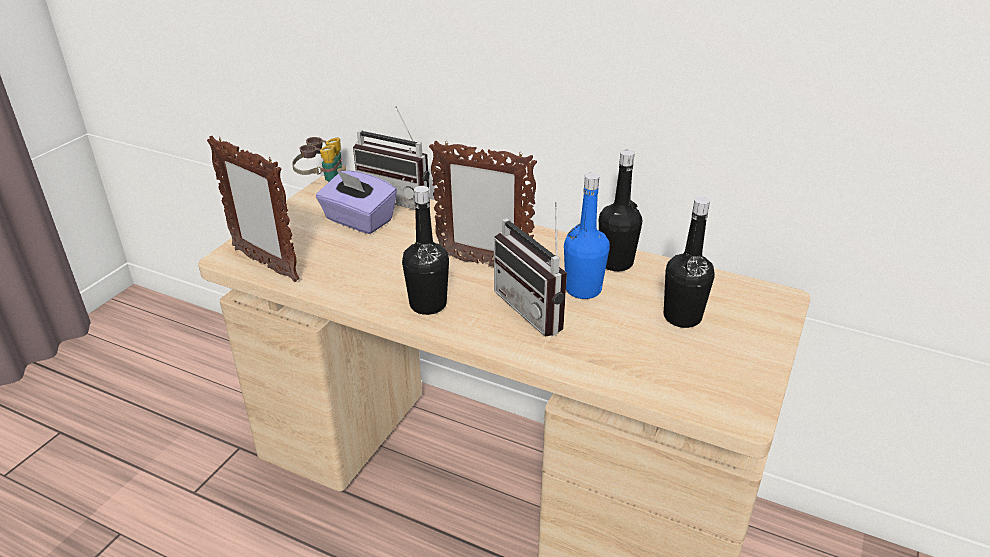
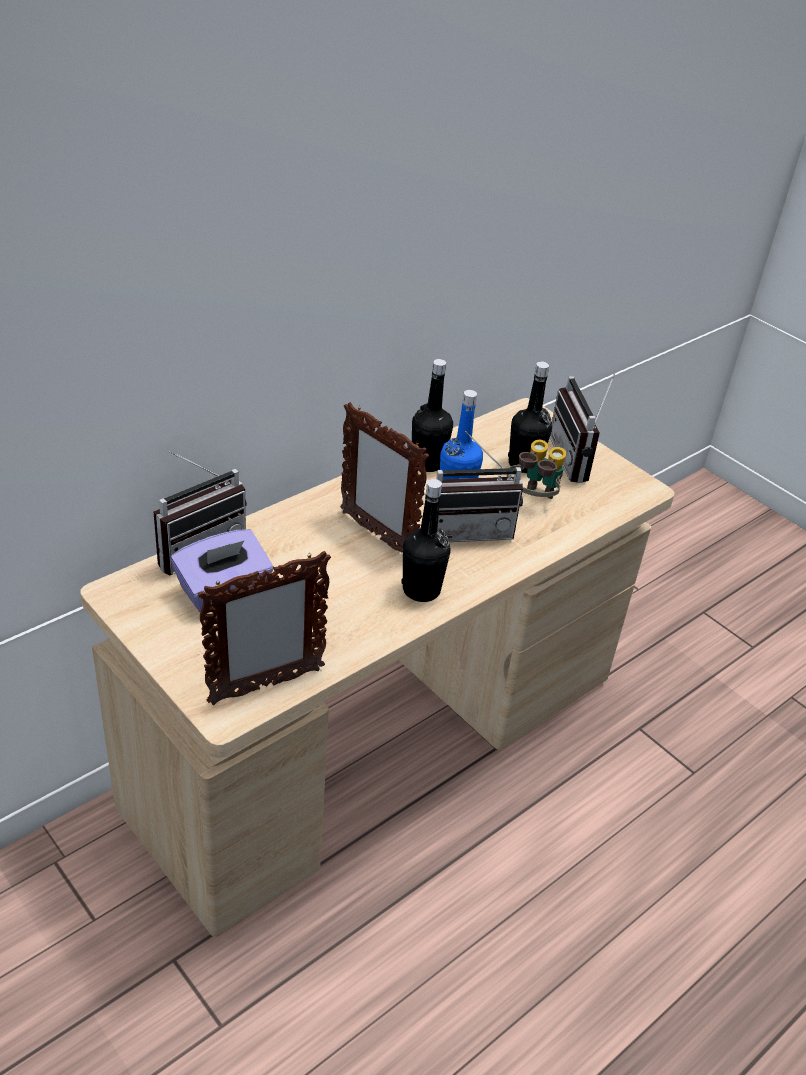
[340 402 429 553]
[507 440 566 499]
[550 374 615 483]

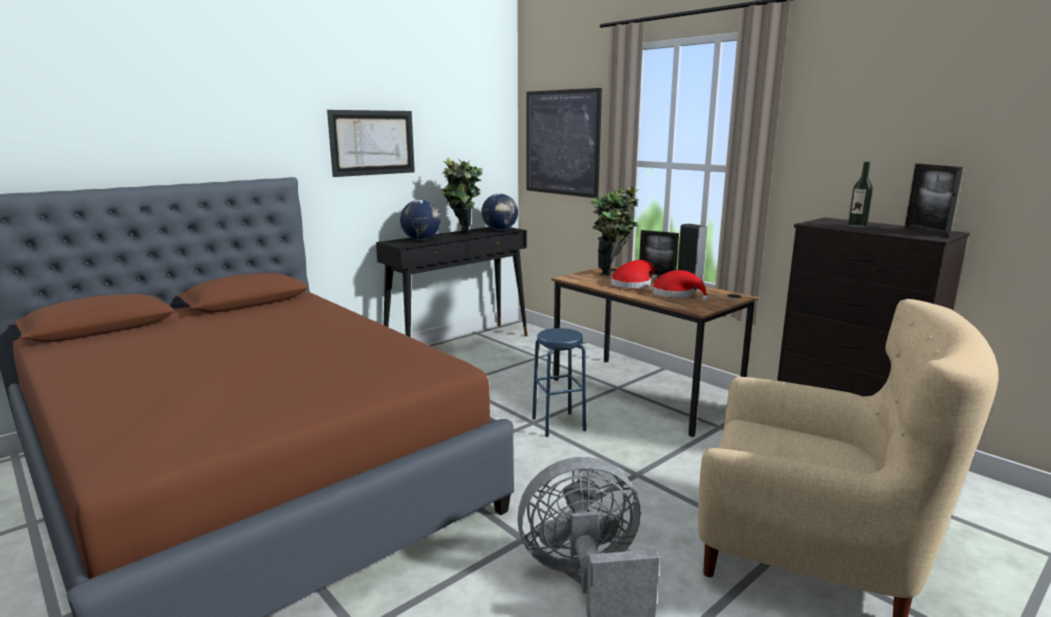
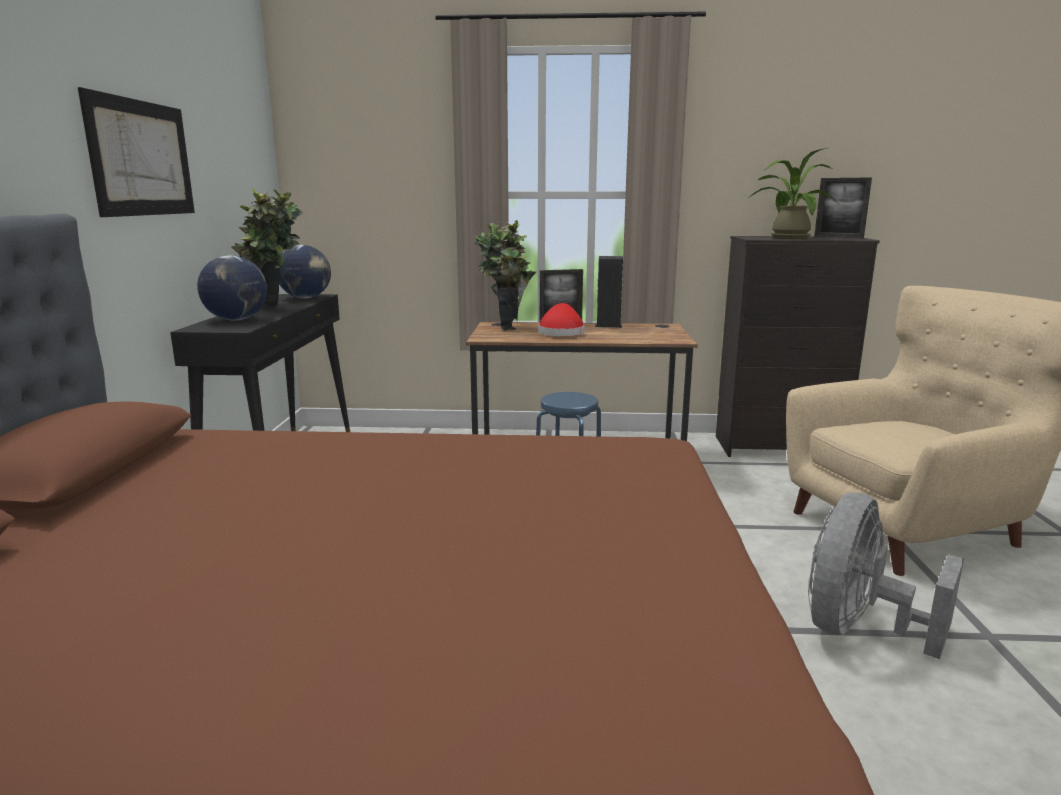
[748 148 841 239]
[526 88 602 198] (first image)
[652 270 709 302] (first image)

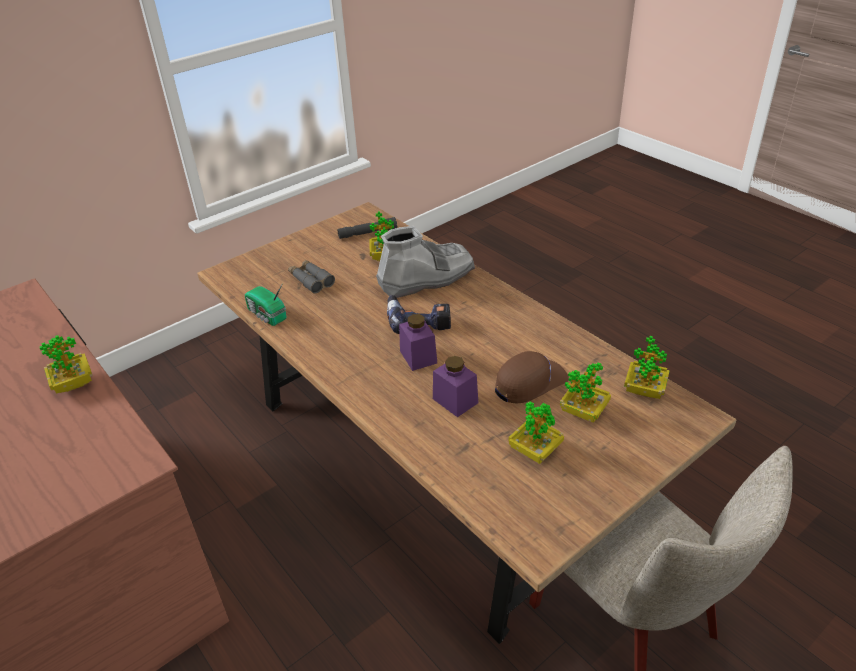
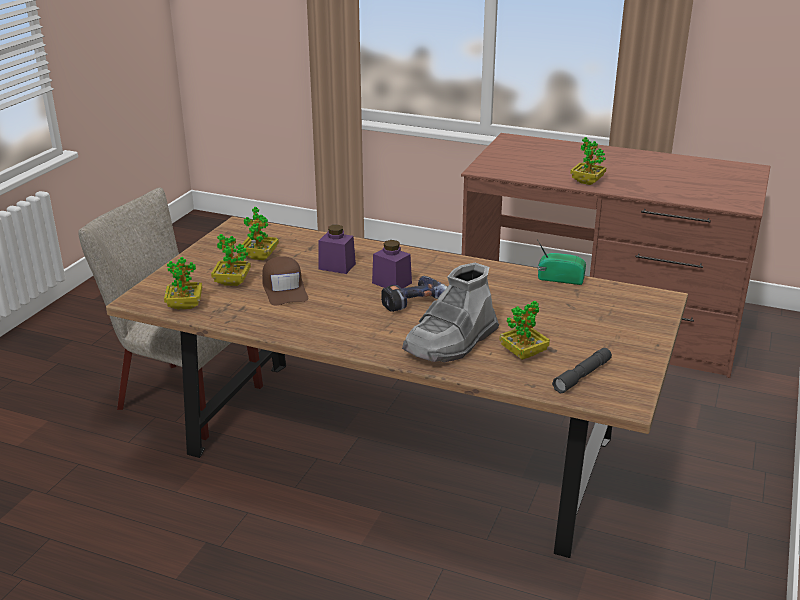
[262 256 308 306]
[288 260 335 294] (first image)

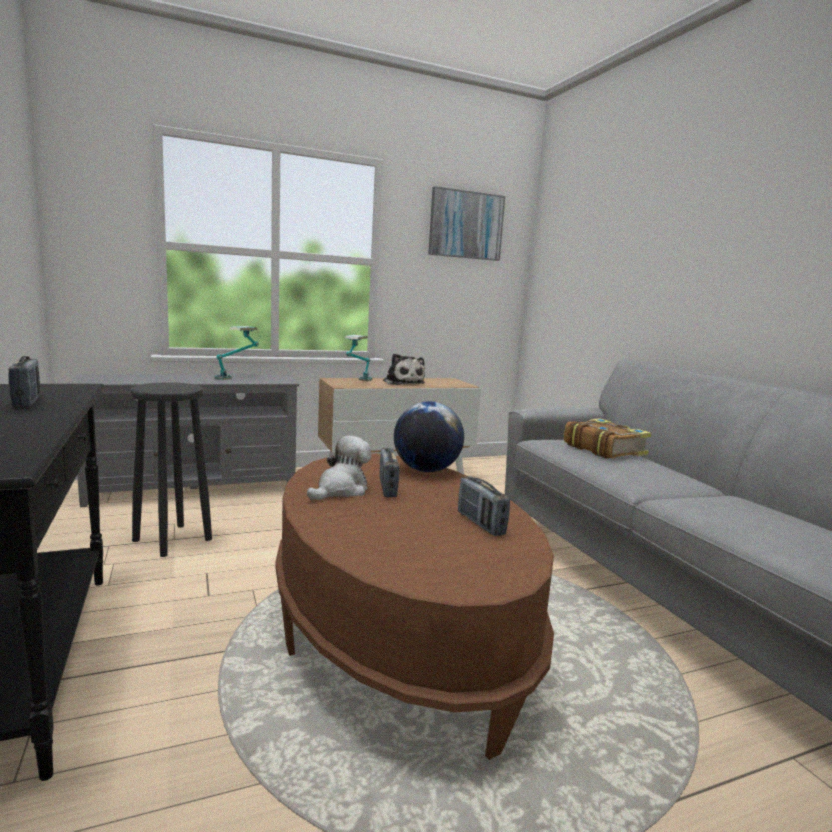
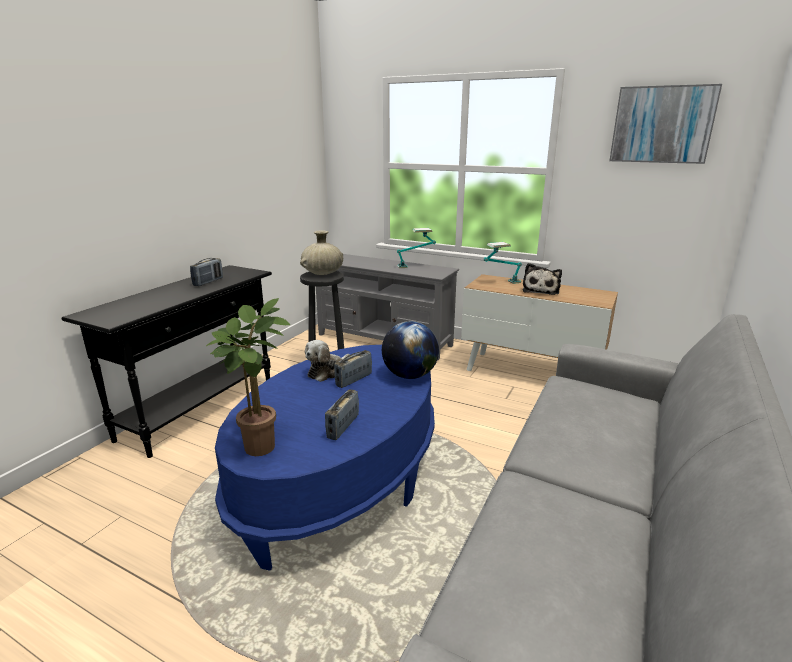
[206 298 290 456]
[215 345 435 571]
[300 230 343 275]
[305 340 350 382]
[564 418 652 459] (first image)

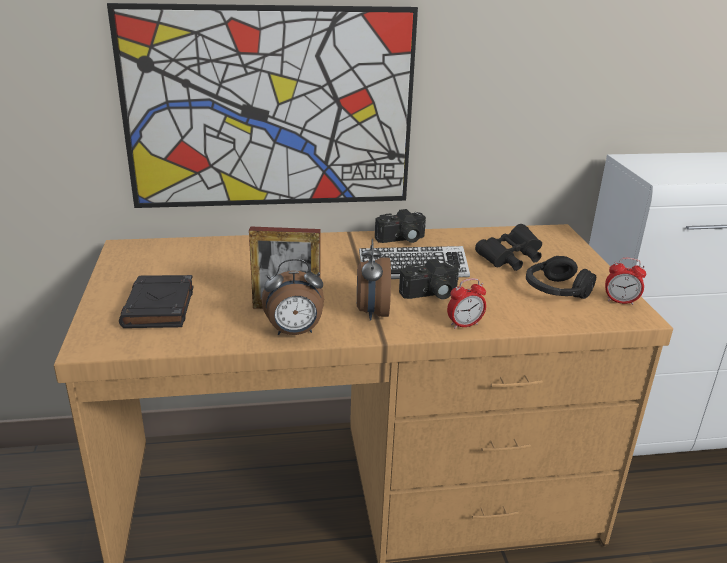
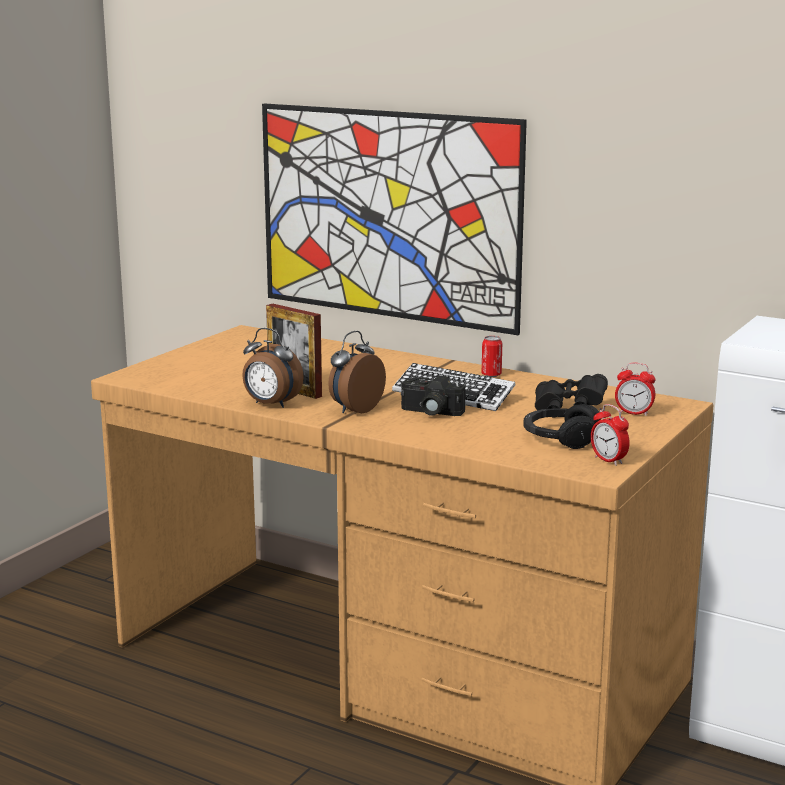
[482 336 502 377]
[615 363 655 416]
[119 275 193 328] (first image)

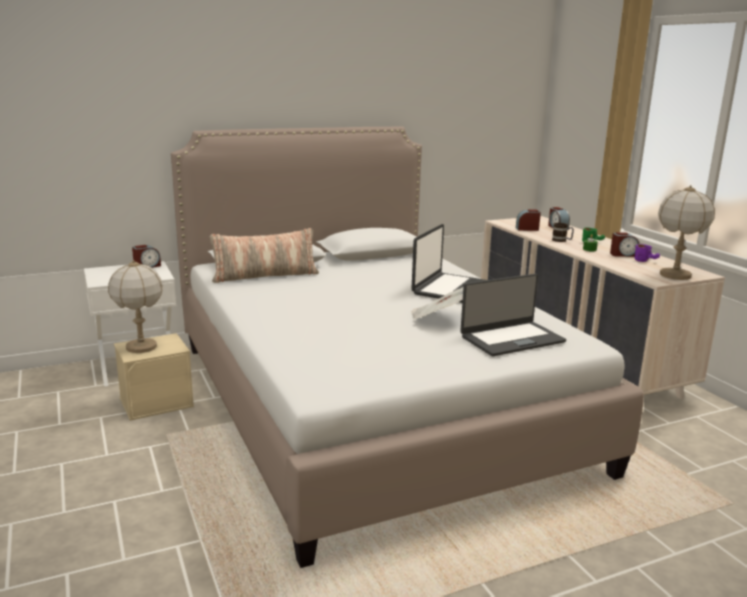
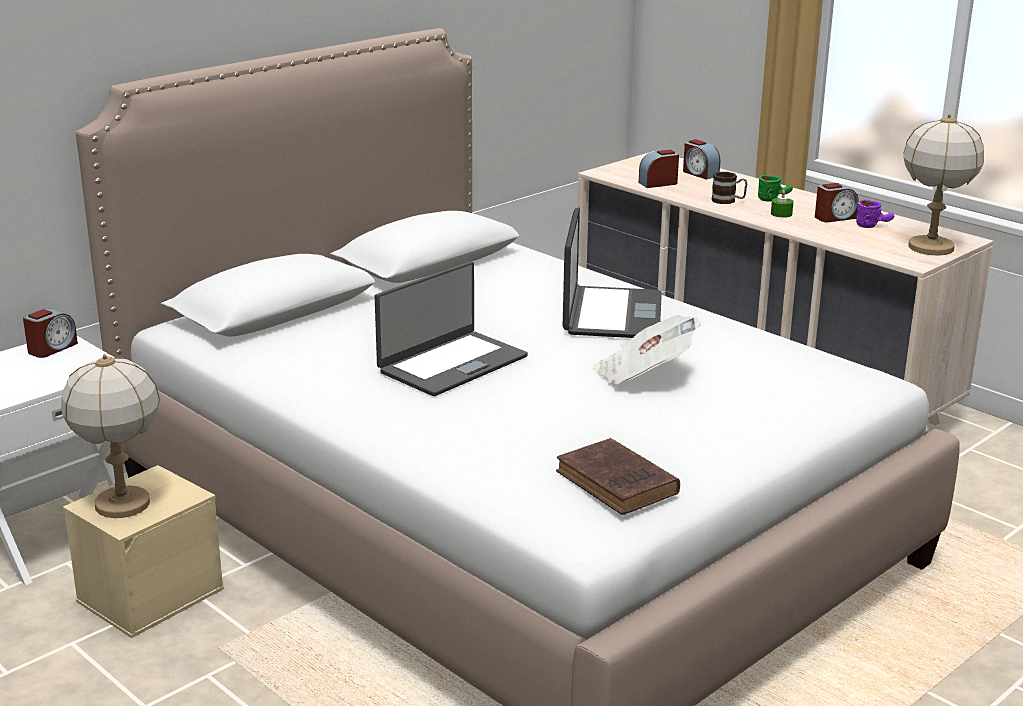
[375 261 528 396]
[556 438 680 515]
[210 228 319 283] (first image)

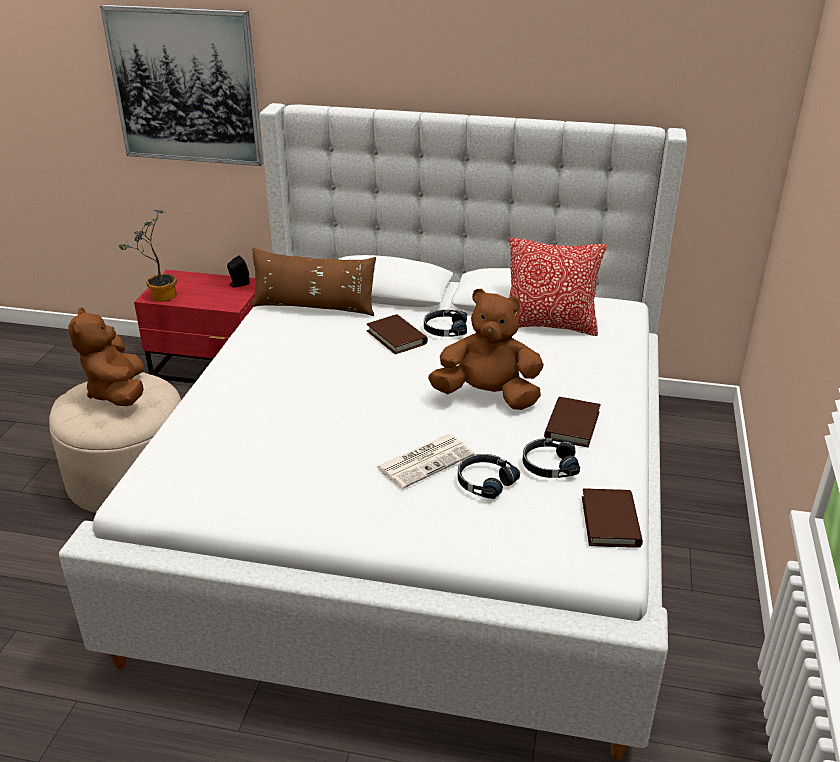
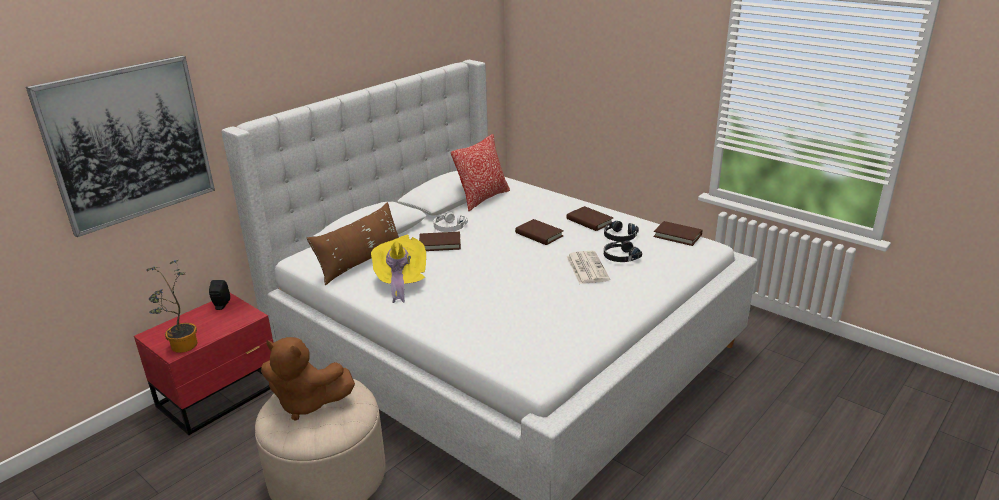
[371 235 426 303]
[433 212 468 232]
[515 219 564 245]

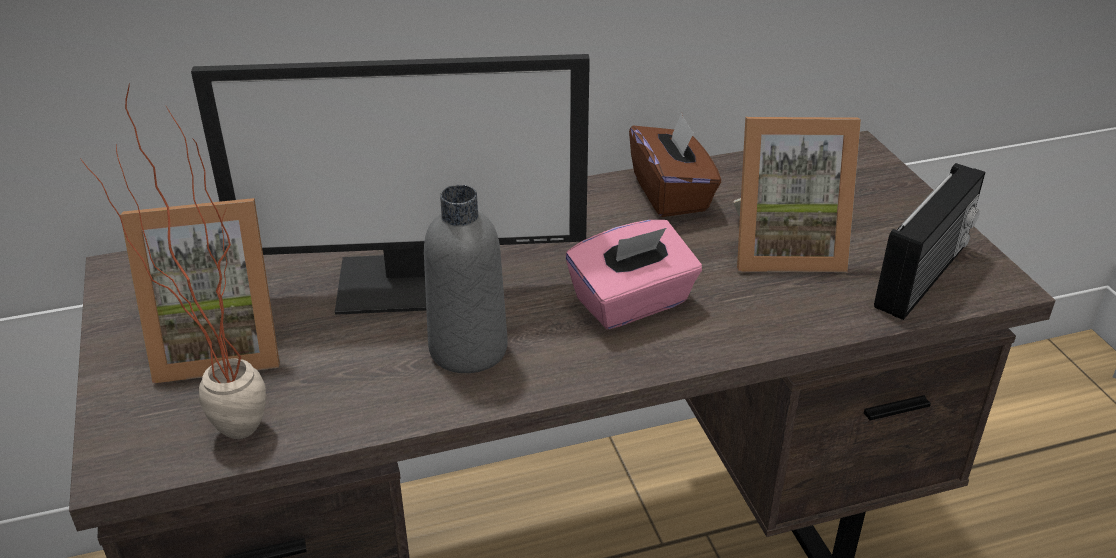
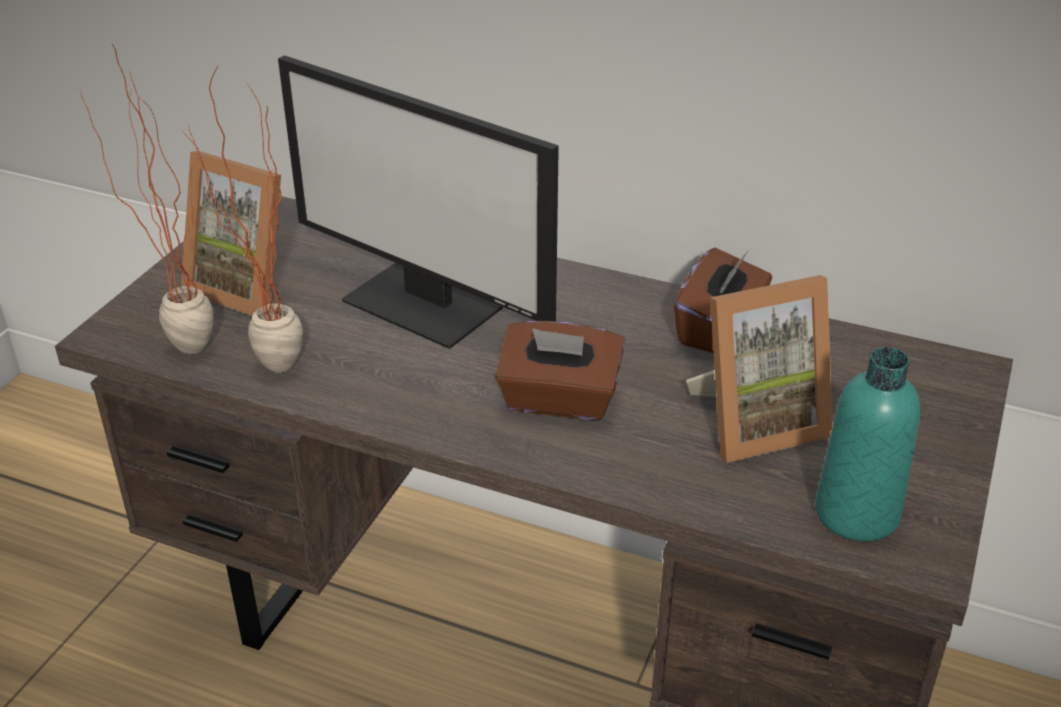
[182 66 303 373]
[495 321 625 420]
[686 275 833 463]
[815 347 920 542]
[424 185 508 373] (first image)

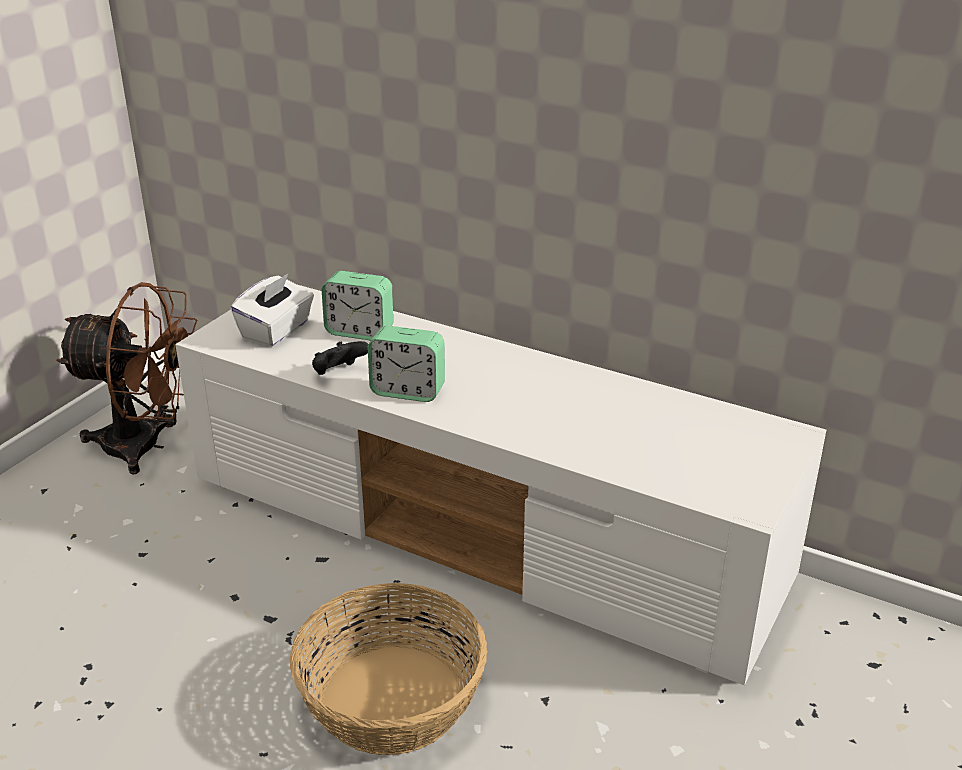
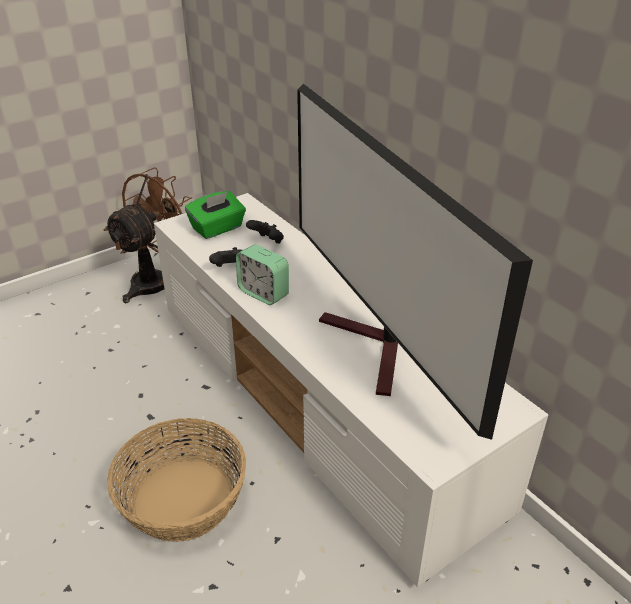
[103 167 192 303]
[185 191 246 239]
[246 220 284 244]
[297 84 533 440]

